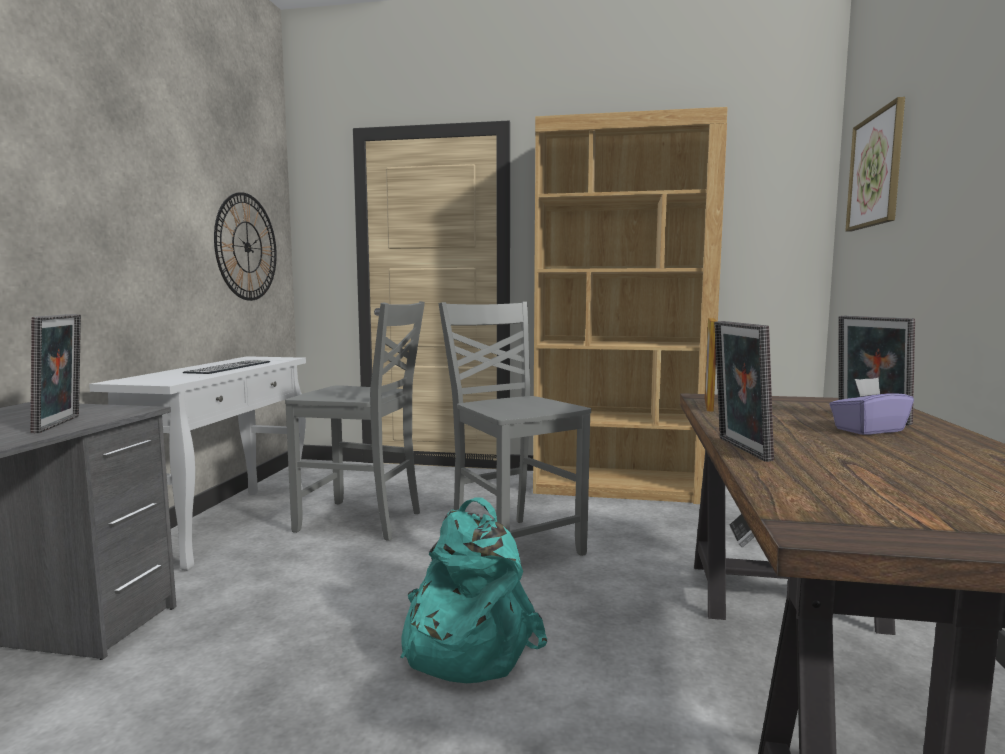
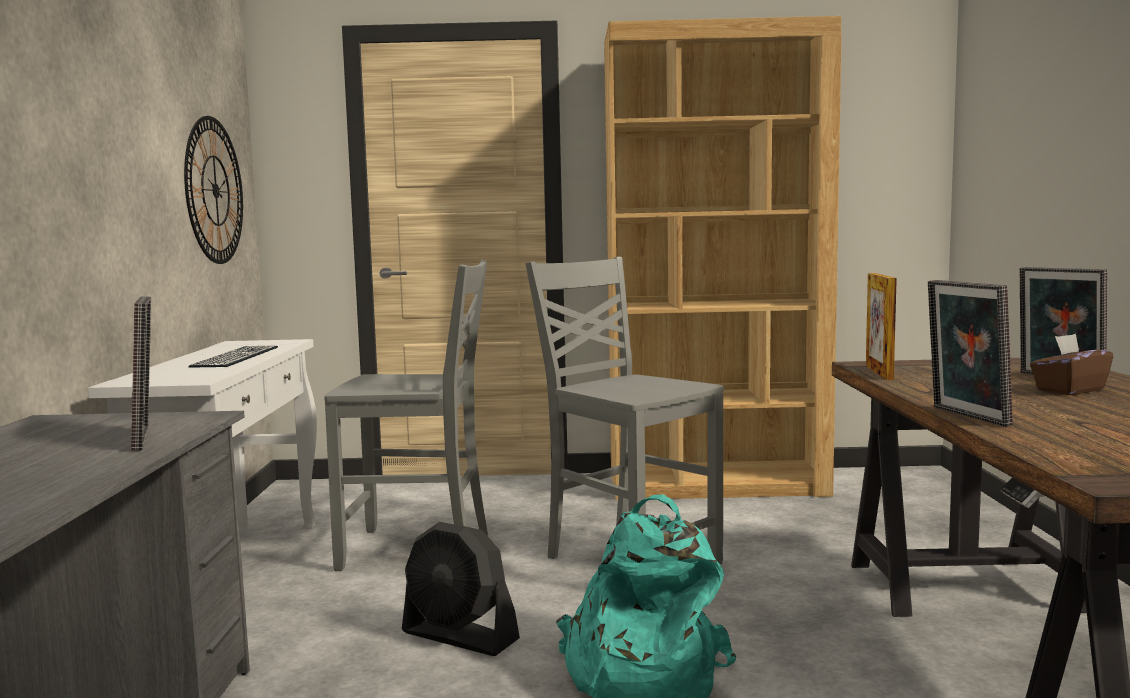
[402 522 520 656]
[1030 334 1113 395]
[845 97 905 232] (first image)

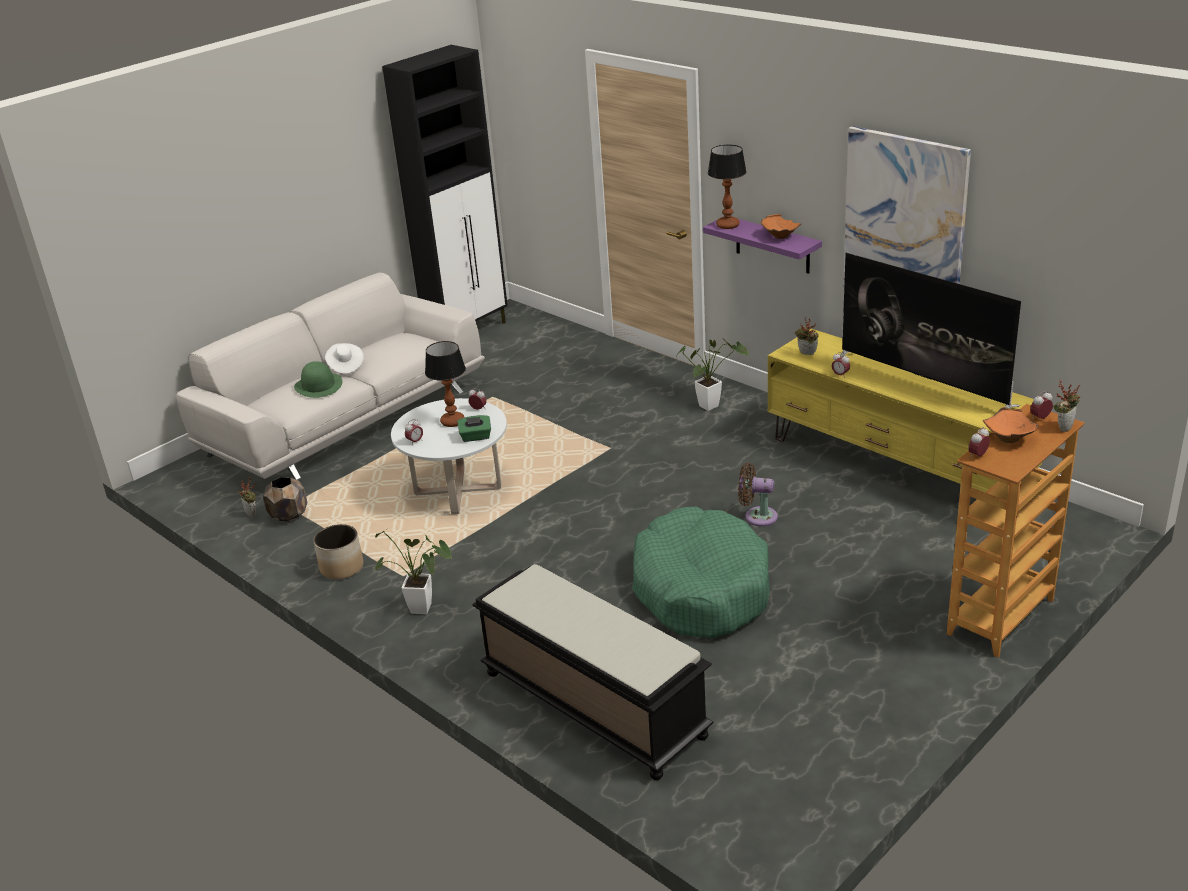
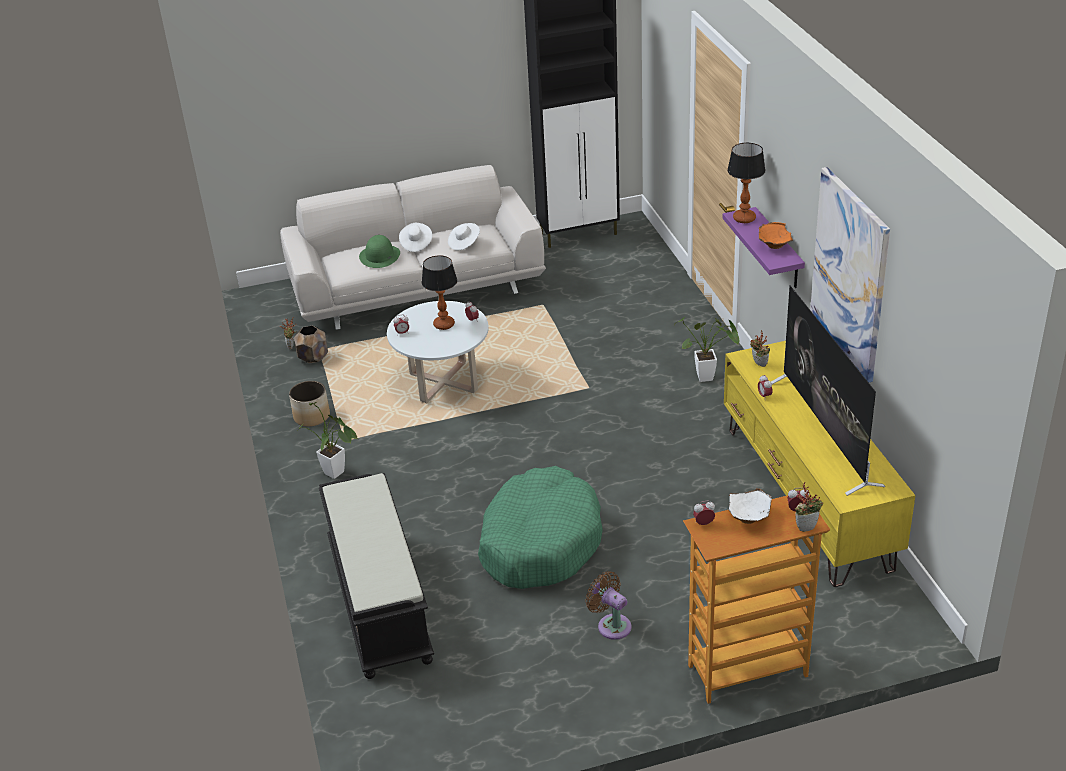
[448 223 480 251]
[585 571 631 640]
[729 488 772 524]
[457 415 491 442] (first image)

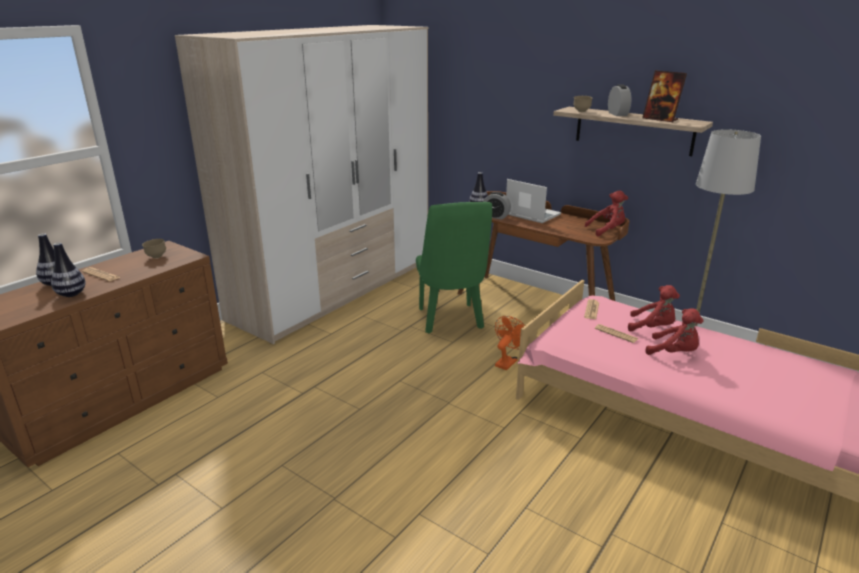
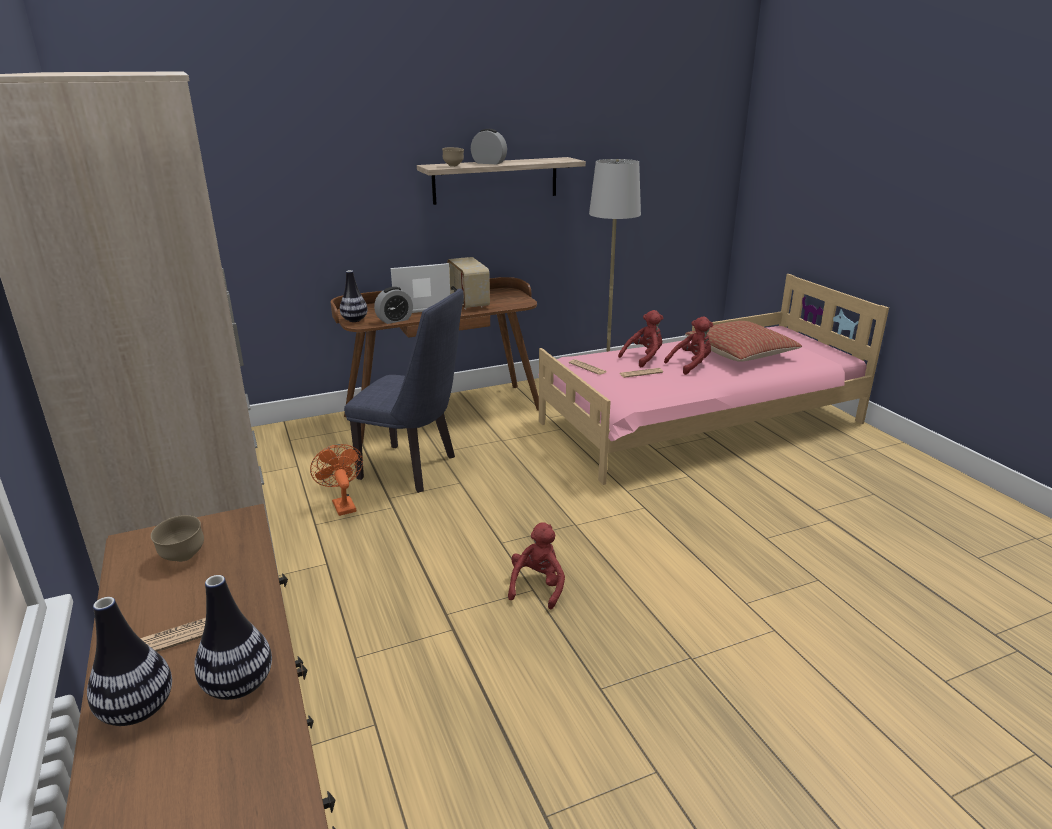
[310 444 363 516]
[344 289 464 493]
[447 257 490 309]
[508 522 565 609]
[685 321 802 362]
[642 71 687 122] (first image)

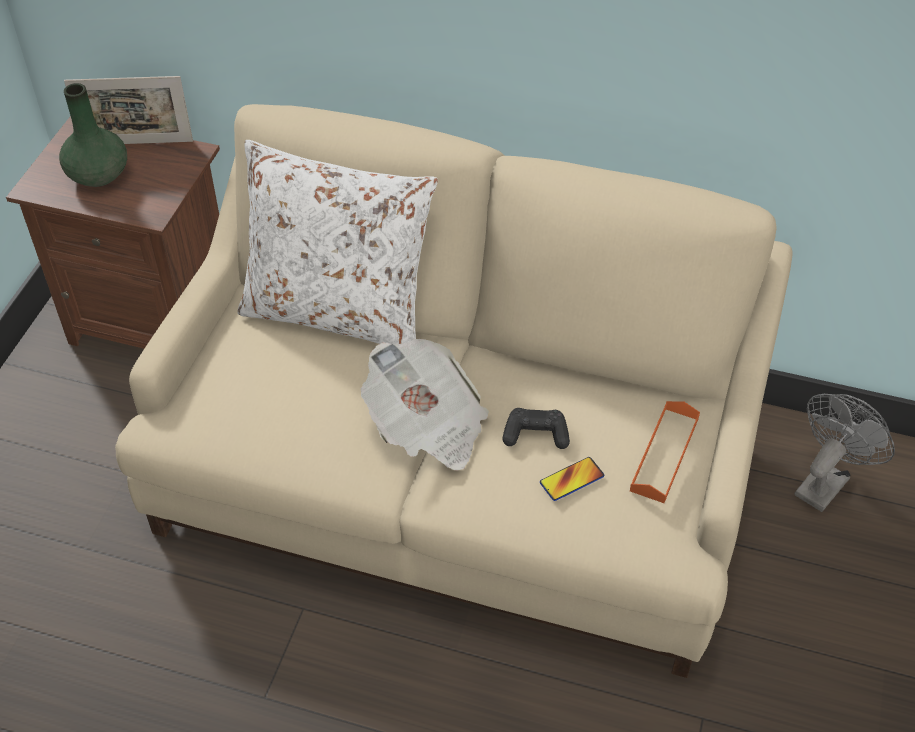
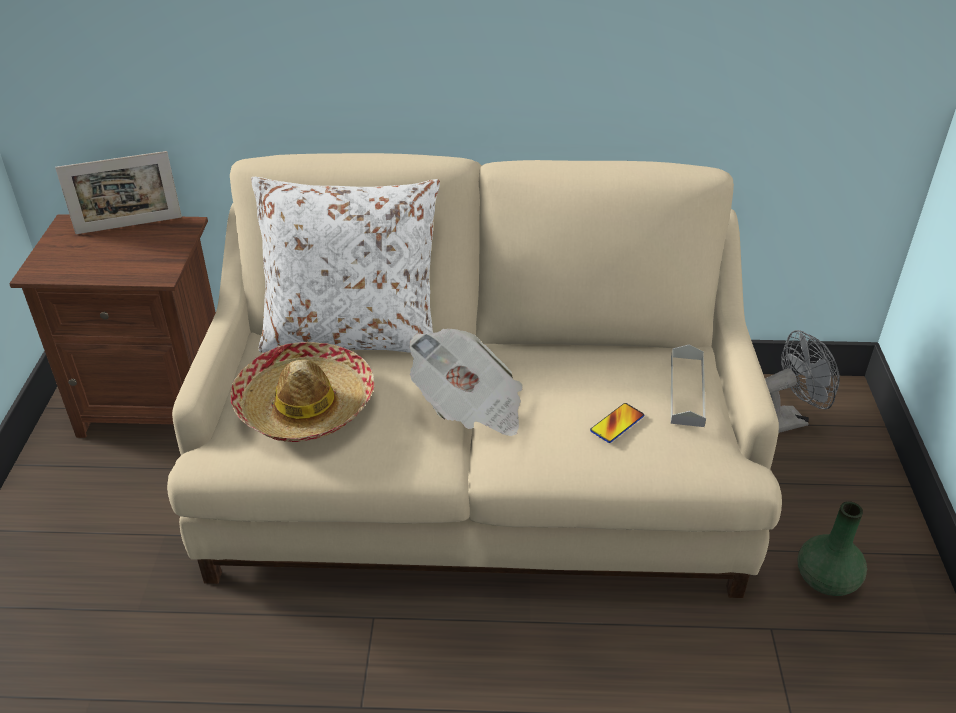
[231 342 374 442]
[671 345 706 427]
[765 330 840 433]
[798 501 867 596]
[503 408 570 449] (first image)

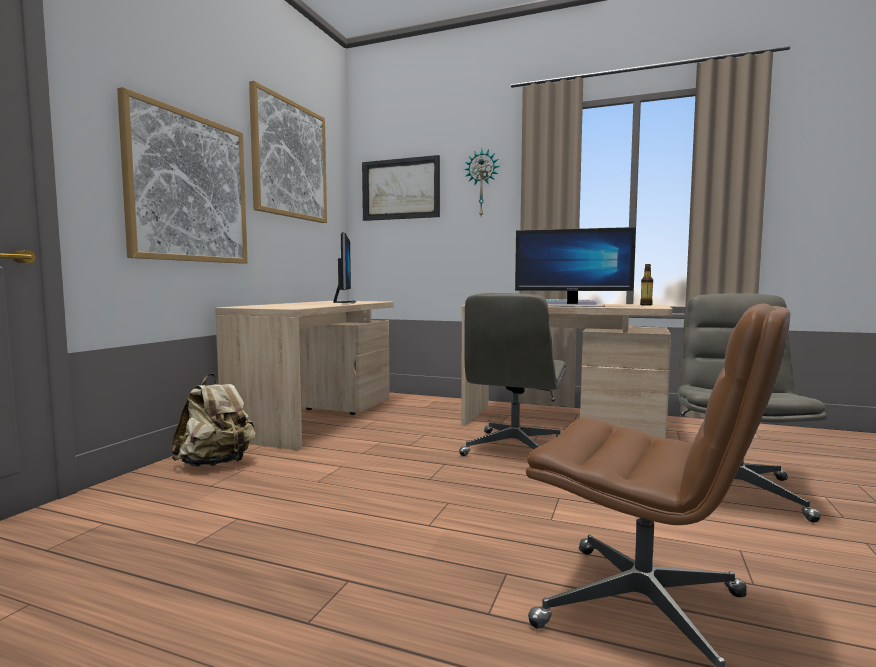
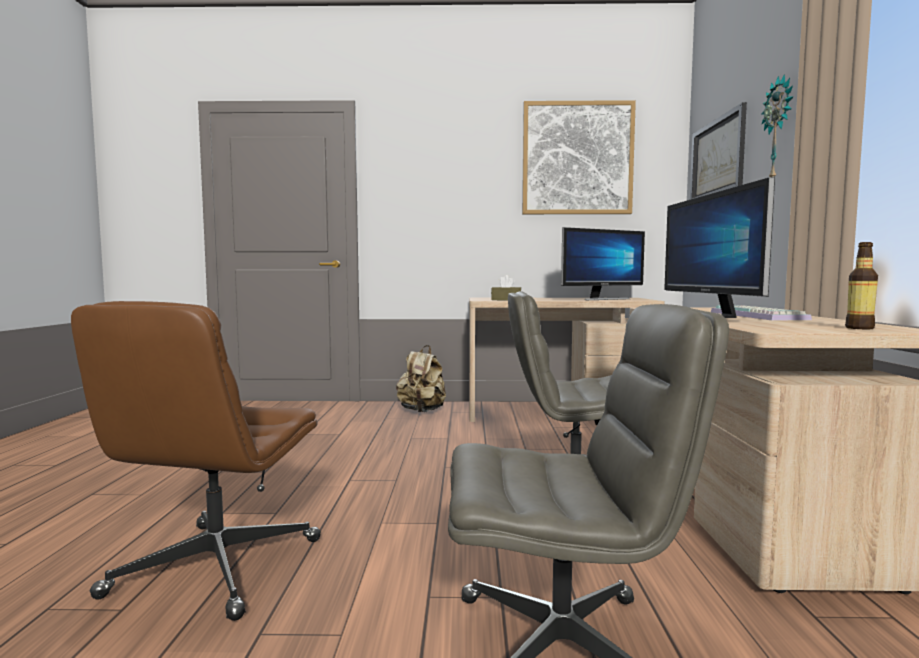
[491 275 521 300]
[117 87 248 264] (first image)

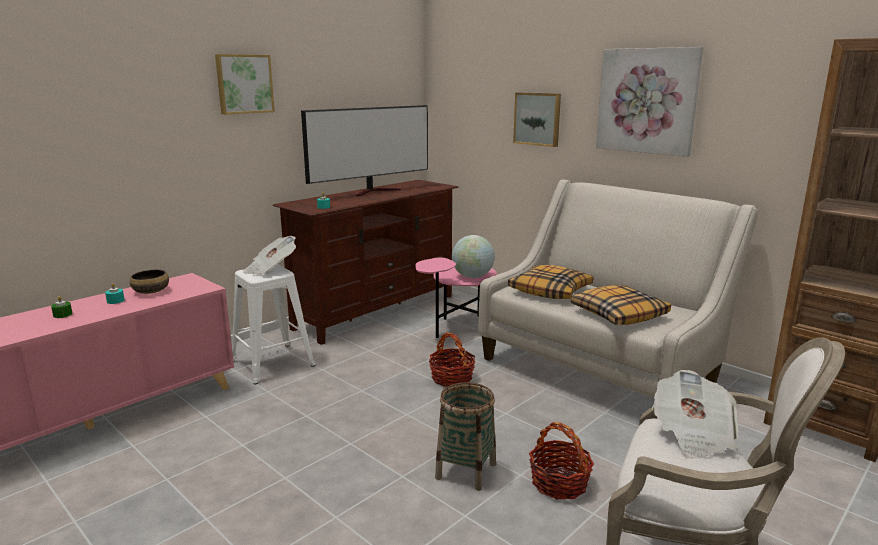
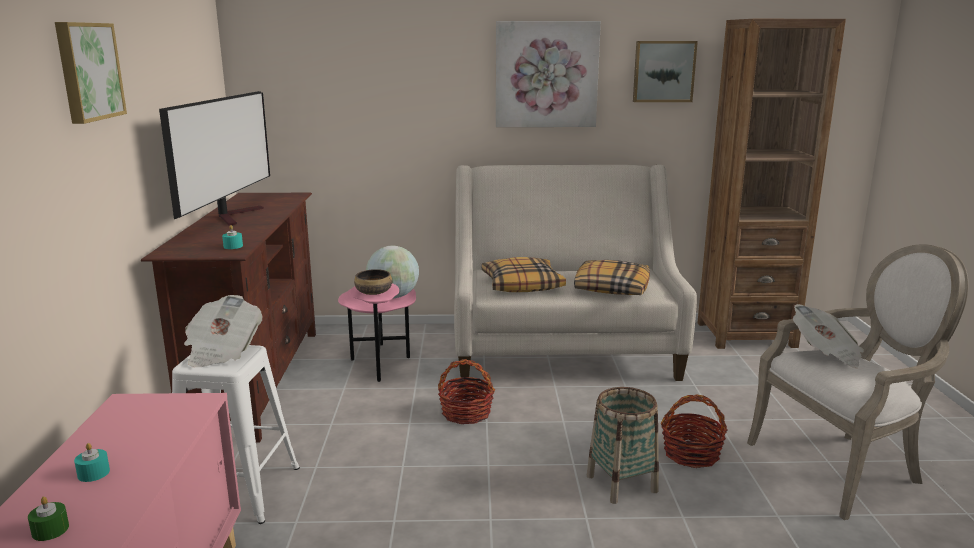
[354 269 392 295]
[633 41 698 102]

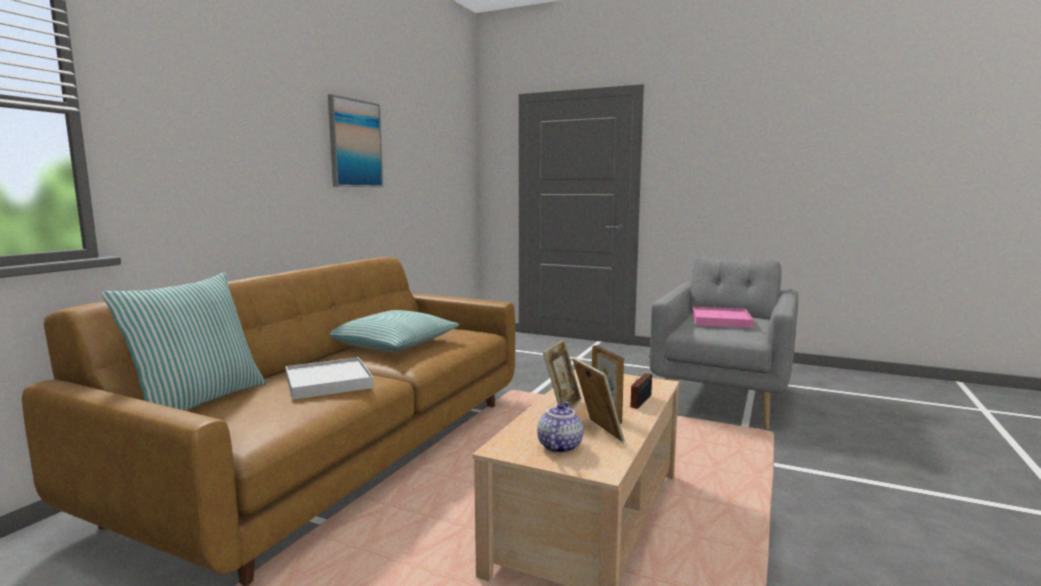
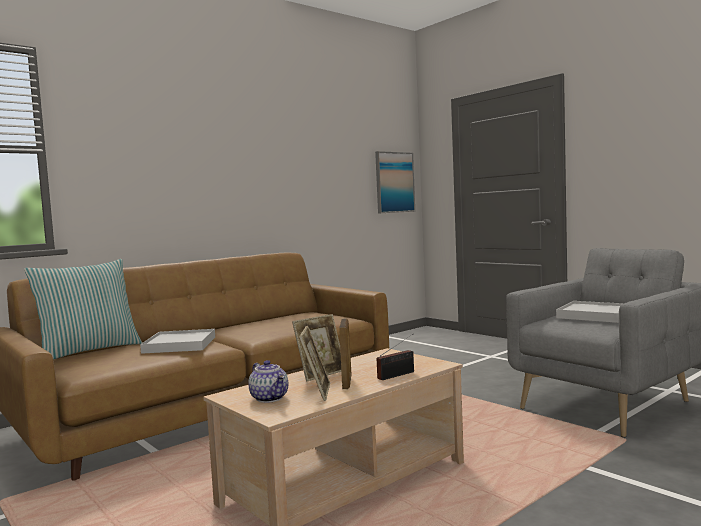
[248 360 288 403]
[375 151 415 213]
[556 301 624 323]
[330 310 459 352] (first image)

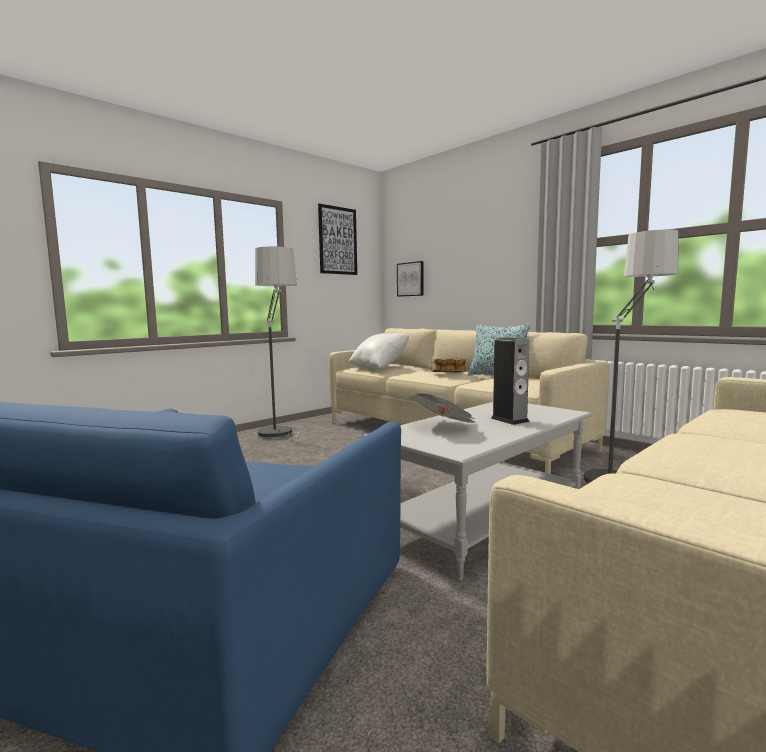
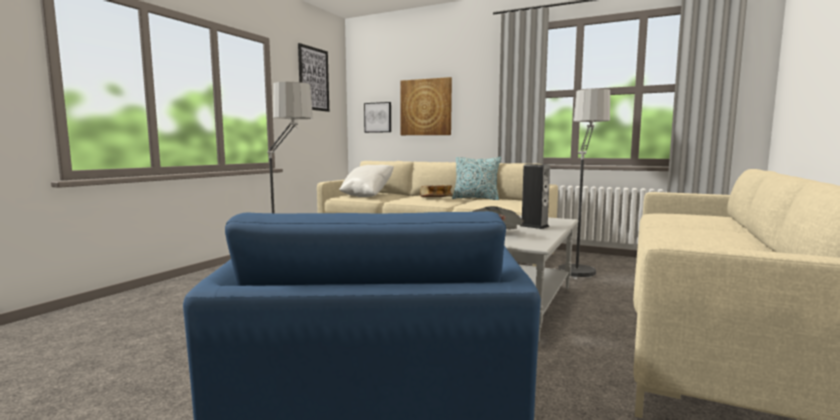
[400 77 452 135]

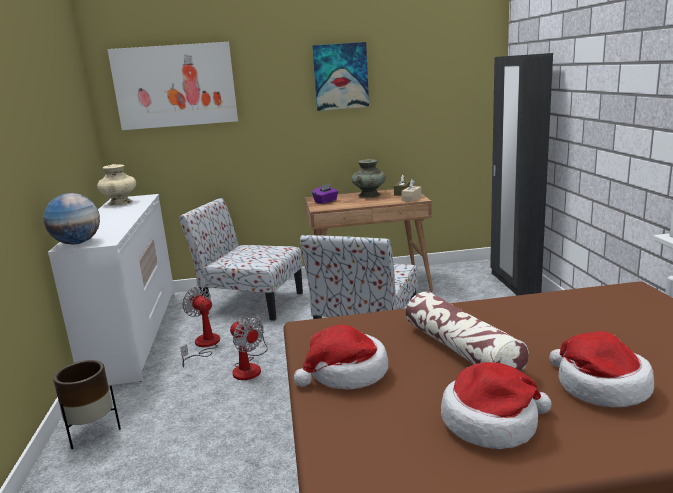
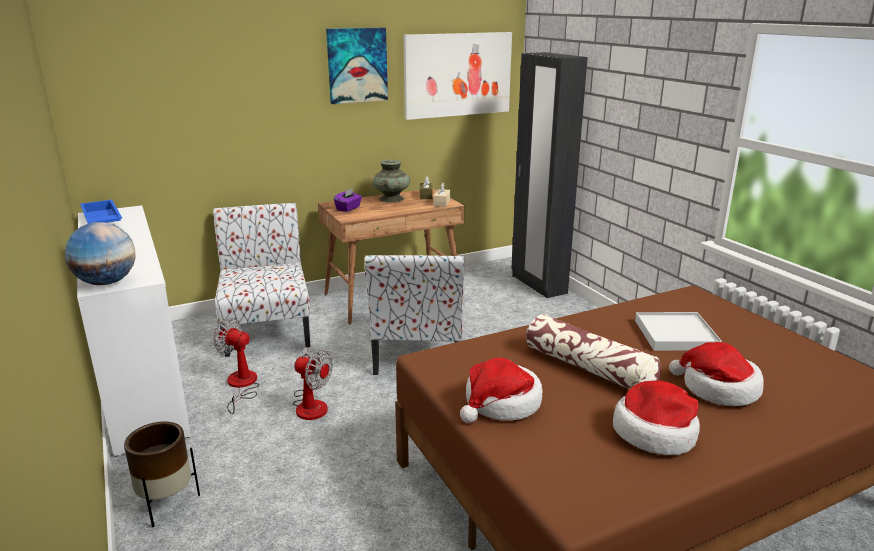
[80 200 122 224]
[213 203 310 357]
[403 32 512 120]
[635 312 722 351]

